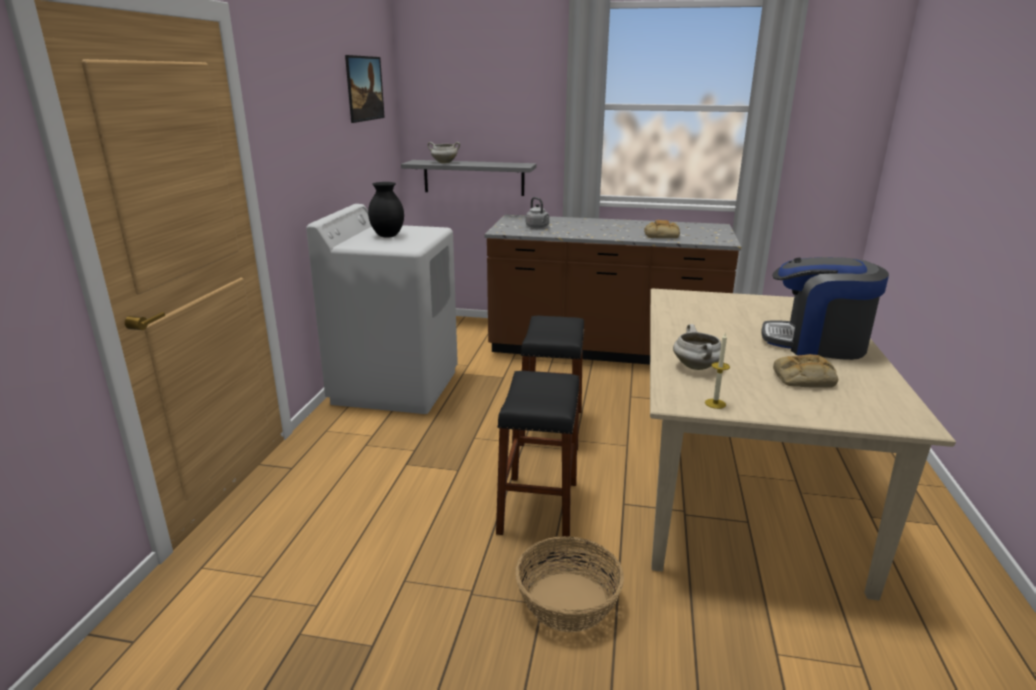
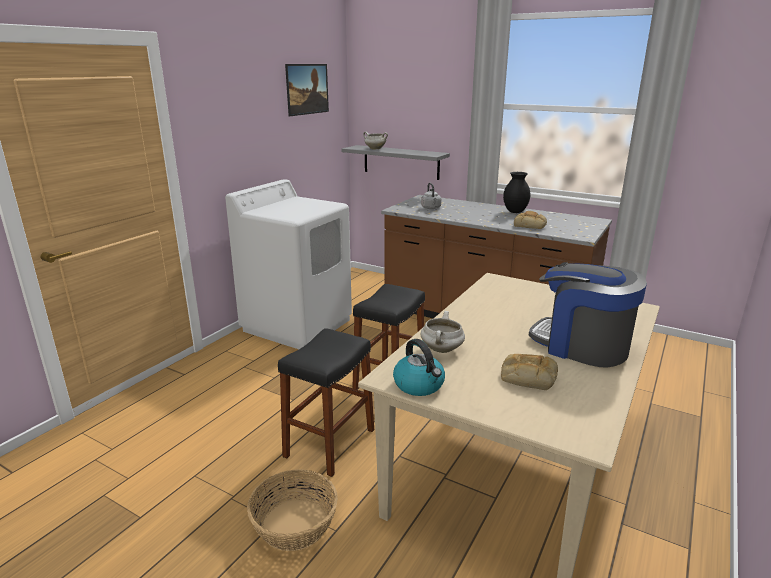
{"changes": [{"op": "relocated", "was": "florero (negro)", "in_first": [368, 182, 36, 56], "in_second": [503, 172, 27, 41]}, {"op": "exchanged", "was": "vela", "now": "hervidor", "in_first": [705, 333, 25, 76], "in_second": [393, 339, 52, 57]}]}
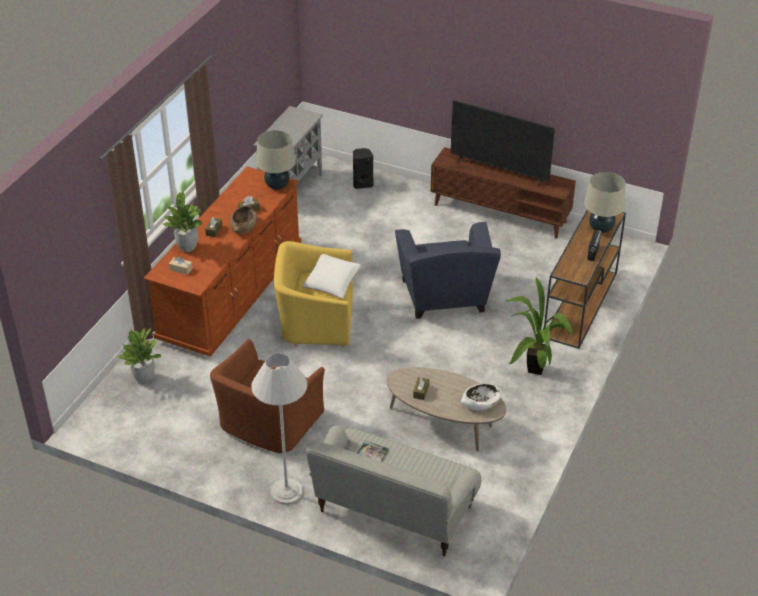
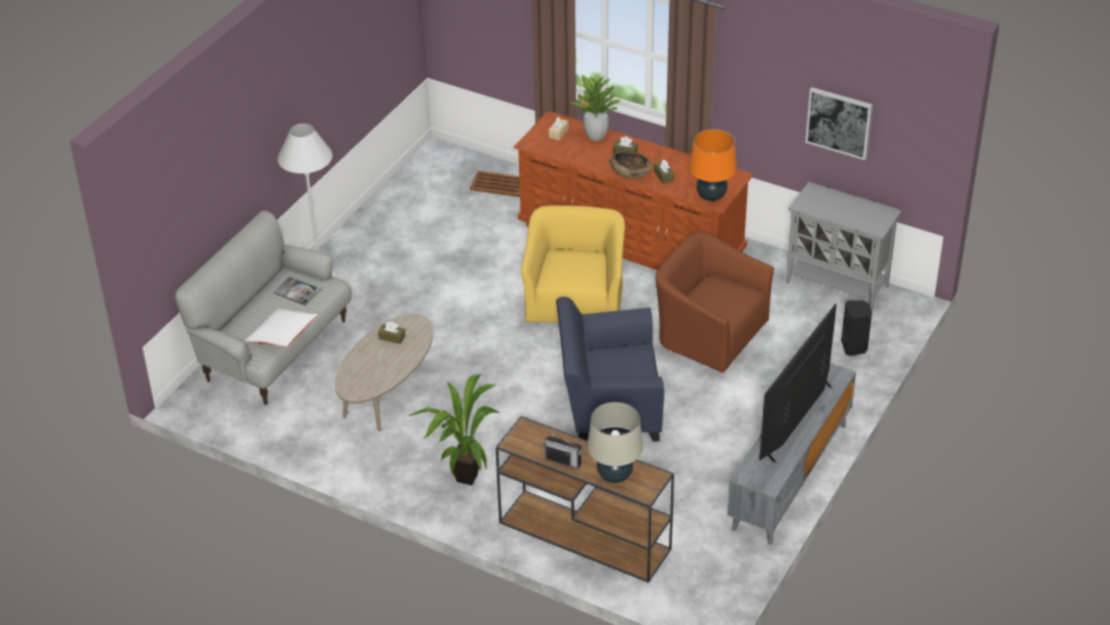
{"changes": [{"op": "missing", "was": "cuenco (blanco)", "in_first": [461, 383, 40, 27]}, {"op": "appeared", "now": "cuadro", "in_second": [805, 87, 68, 73]}, {"op": "relocated", "was": "sillón (marrón)", "in_first": [210, 339, 115, 114], "in_second": [655, 232, 119, 142]}, {"op": "relocated", "was": "cojín (blanco)", "in_first": [302, 254, 59, 45], "in_second": [245, 309, 73, 38]}, {"op": "exchanged", "was": "planta en maceta", "now": "bandeja (marrón)", "in_first": [118, 328, 43, 56], "in_second": [470, 171, 50, 26]}, {"op": "colour", "was": "lámpara de mesa (beis)", "now": "lámpara de mesa (naranja)", "in_first": [256, 130, 39, 60], "in_second": [689, 129, 48, 72]}, {"op": "colour", "was": "mueble de televisión (marrón)", "now": "mueble de televisión (gris)", "in_first": [431, 147, 145, 92], "in_second": [728, 363, 128, 182]}]}
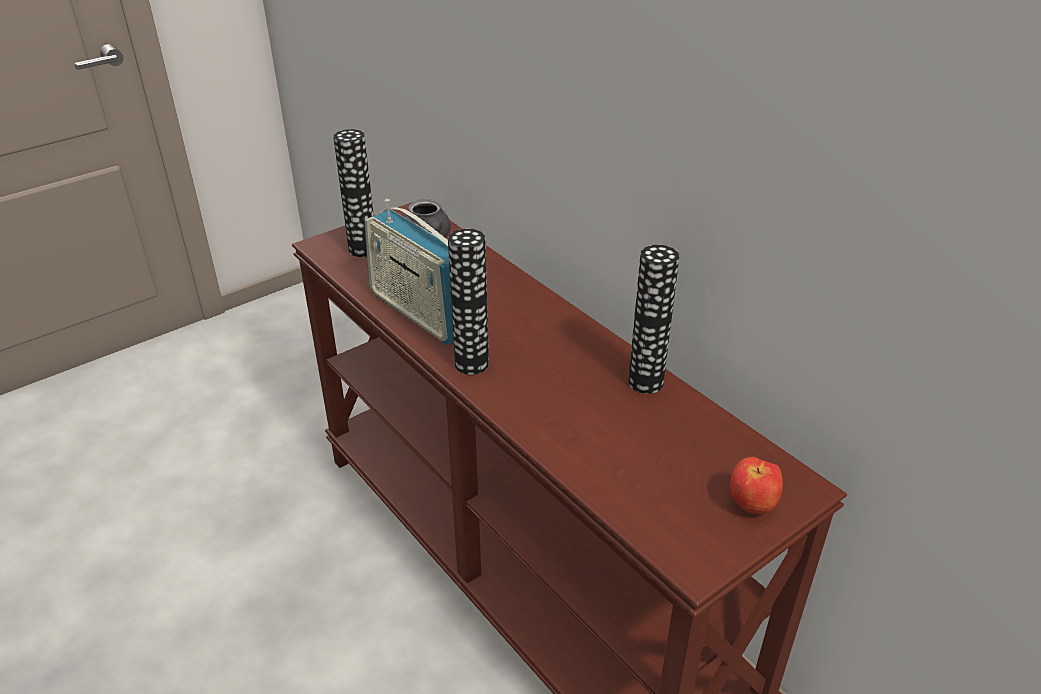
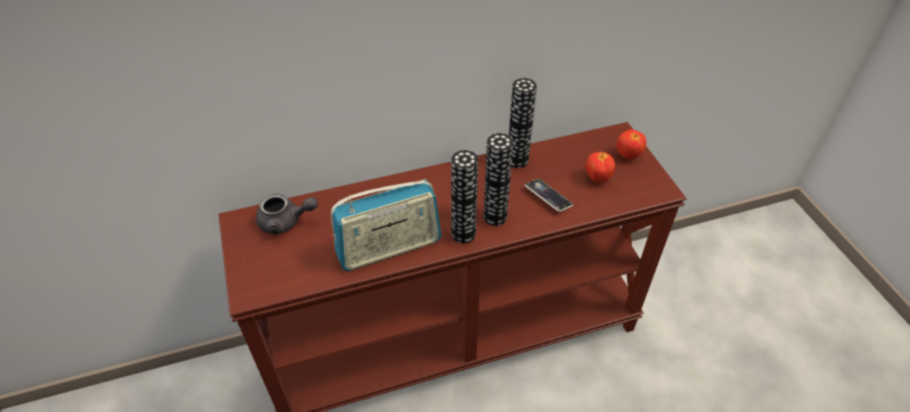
{"changes": [{"op": "appeared", "now": "móvil", "in_second": [525, 179, 48, 33]}, {"op": "appeared", "now": "manzana", "in_second": [586, 152, 29, 31]}, {"op": "relocated", "was": "florero", "in_first": [333, 129, 41, 128], "in_second": [483, 133, 30, 93]}]}
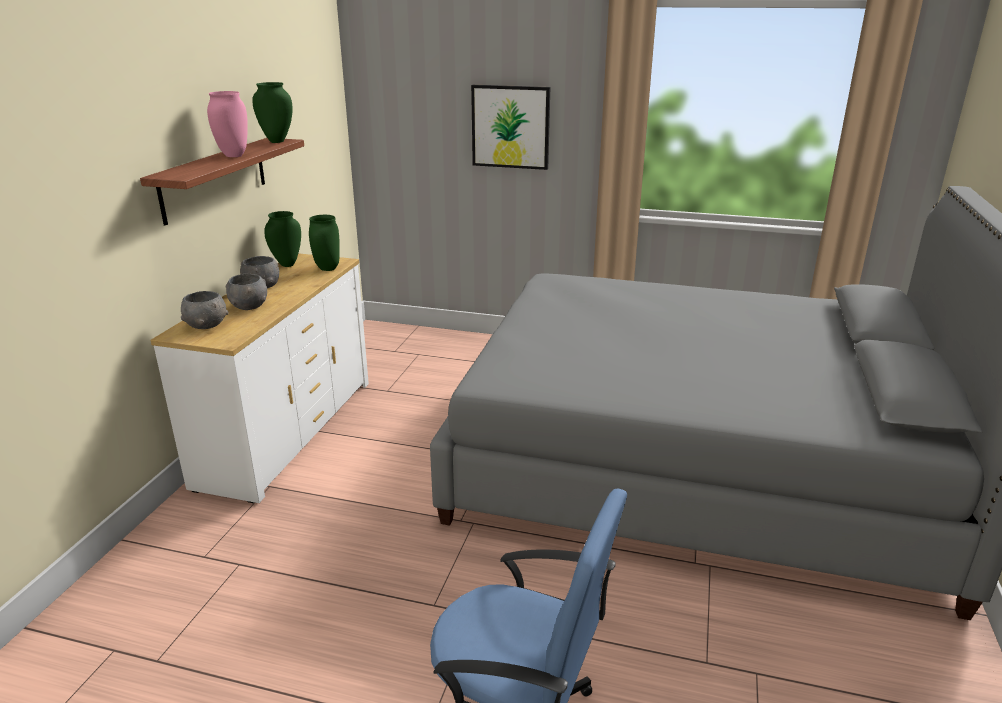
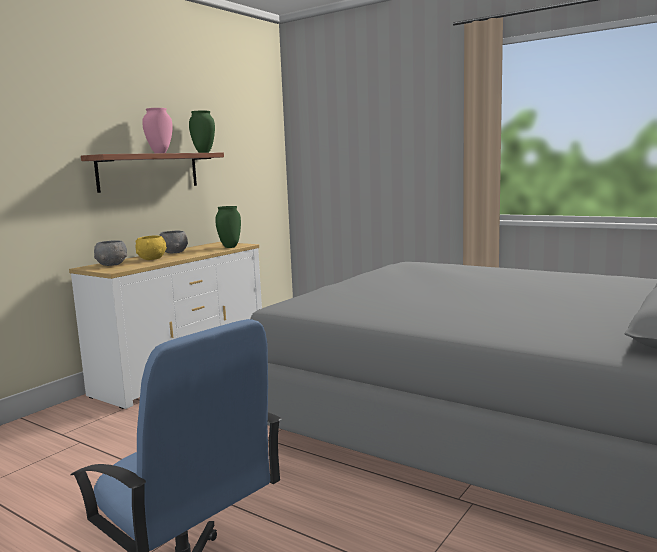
{"changes": [{"op": "missing", "was": "florero (verde)", "in_first": [264, 211, 37, 56]}, {"op": "missing", "was": "cuadro", "in_first": [471, 85, 79, 85]}, {"op": "colour", "was": "cuenco (gris)", "now": "cuenco (amarillo)", "in_first": [226, 273, 41, 37], "in_second": [135, 235, 32, 25]}]}
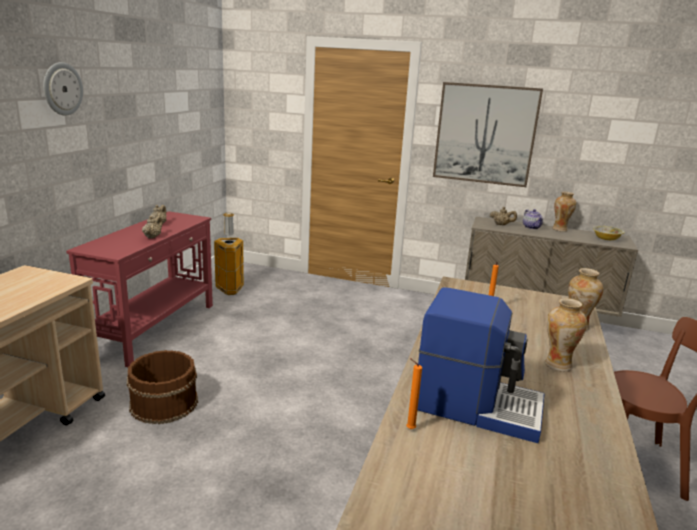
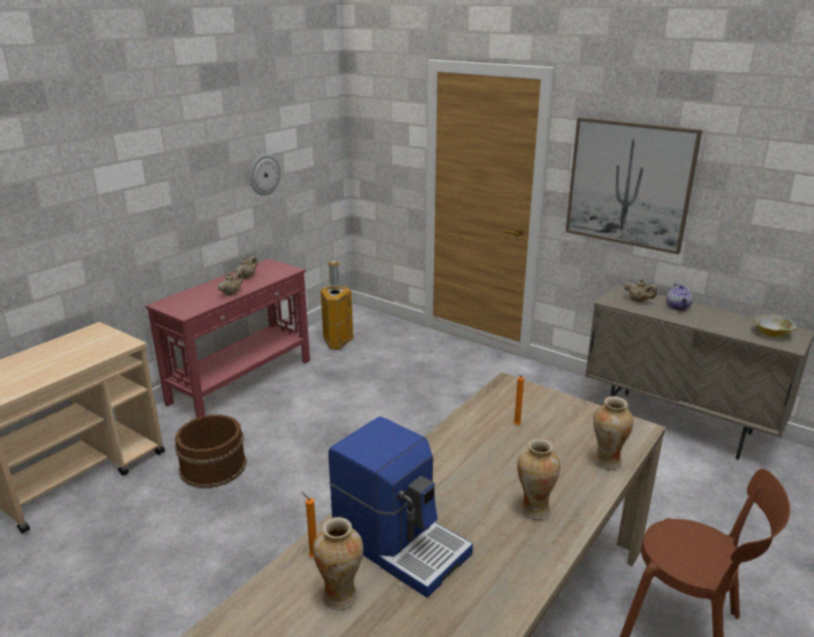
{"changes": [{"op": "relocated", "was": "reloj de pared", "in_first": [43, 62, 40, 53], "in_second": [250, 154, 31, 41]}, {"op": "relocated", "was": "florero", "in_first": [552, 192, 24, 40], "in_second": [313, 517, 50, 93]}]}
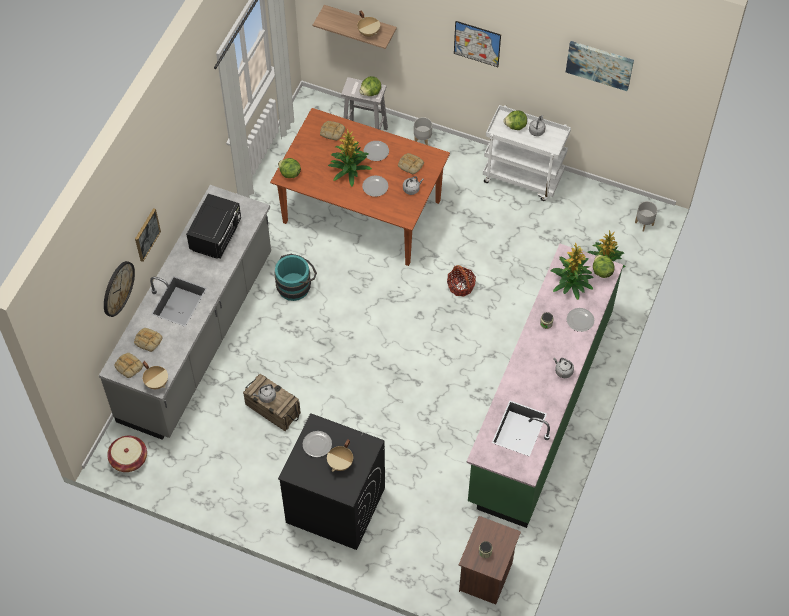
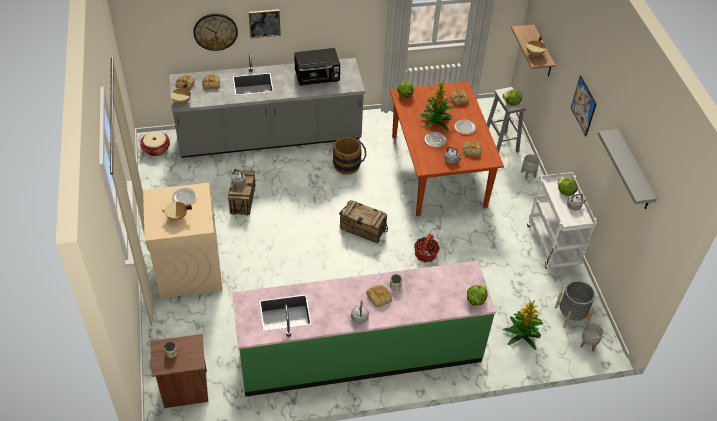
{"changes": [{"op": "missing", "was": "planta en maceta", "in_first": [551, 242, 42, 58]}, {"op": "missing", "was": "plato", "in_first": [567, 308, 27, 24]}, {"op": "appeared", "now": "caja de embalaje", "in_second": [339, 200, 49, 43]}, {"op": "appeared", "now": "pan", "in_second": [366, 285, 26, 22]}, {"op": "appeared", "now": "maceta (gris)", "in_second": [555, 280, 40, 48]}, {"op": "exchanged", "was": "cuadro", "now": "estante (gris)", "in_first": [566, 41, 68, 50], "in_second": [598, 129, 59, 80]}, {"op": "colour", "was": "cubo (turquesa)", "now": "cubo (marrón)", "in_first": [274, 254, 43, 47], "in_second": [333, 137, 33, 38]}, {"op": "colour", "was": "lavadora (negro)", "now": "lavadora (beis)", "in_first": [278, 413, 107, 137], "in_second": [143, 183, 79, 115]}]}
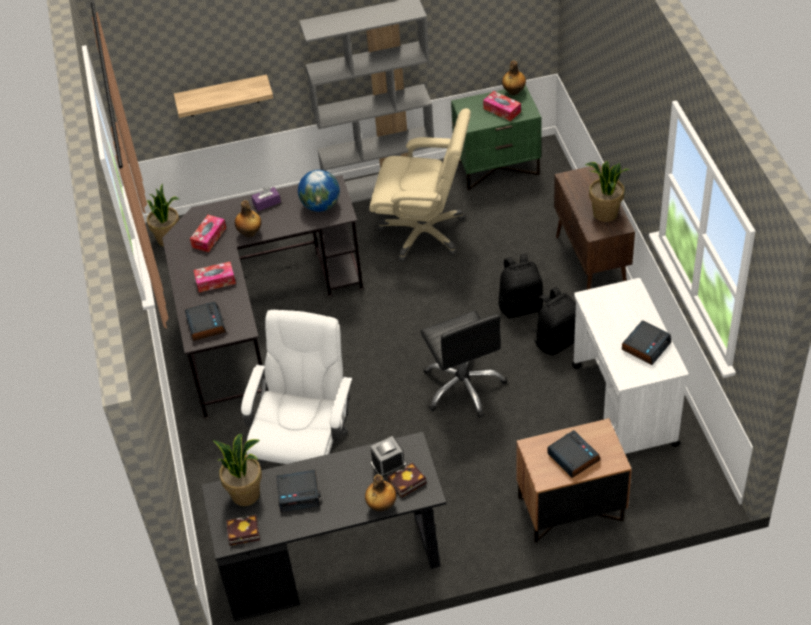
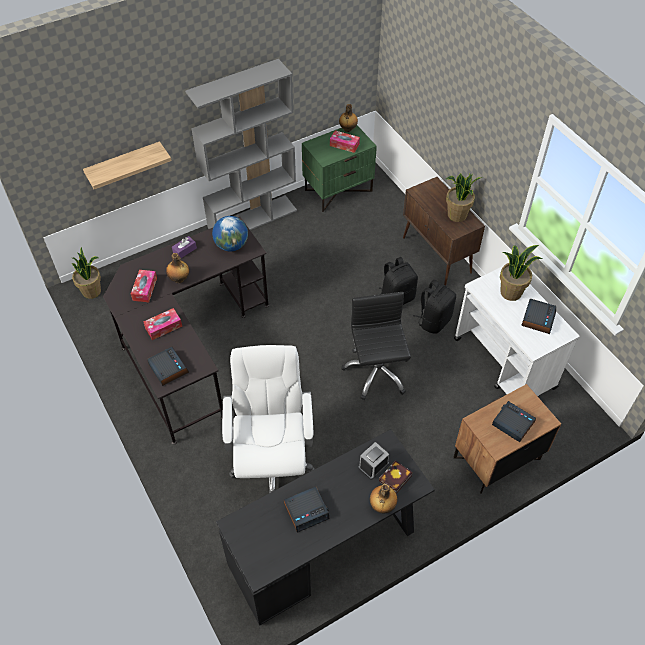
{"changes": [{"op": "missing", "was": "libro", "in_first": [226, 515, 34, 31]}, {"op": "missing", "was": "silla de oficina (beis)", "in_first": [369, 108, 102, 154]}, {"op": "relocated", "was": "planta en maceta", "in_first": [213, 434, 49, 72], "in_second": [500, 245, 42, 56]}, {"op": "spun", "was": "silla de oficina (negro)", "in_first": [420, 311, 87, 107], "in_second": [341, 292, 70, 108], "clockwise": -150}]}
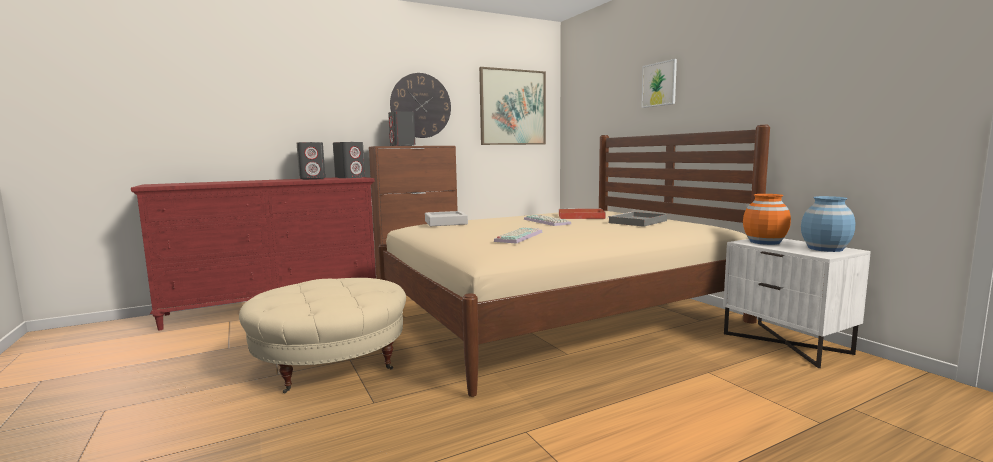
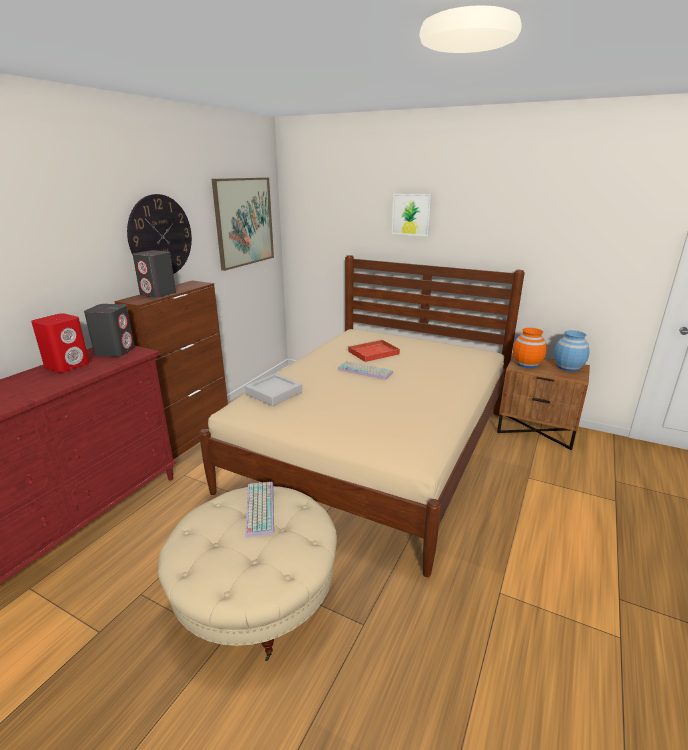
{"changes": [{"op": "missing", "was": "bandeja (gris)", "in_first": [607, 212, 60, 15]}, {"op": "relocated", "was": "teclado", "in_first": [494, 227, 48, 17], "in_second": [245, 482, 29, 55]}, {"op": "colour", "was": "altavoz (gris)", "now": "altavoz (rojo)", "in_first": [297, 142, 28, 38], "in_second": [31, 313, 59, 60]}, {"op": "colour", "was": "mesita de noche (blanco)", "now": "mesita de noche (marrón)", "in_first": [723, 239, 148, 129], "in_second": [497, 356, 93, 94]}]}
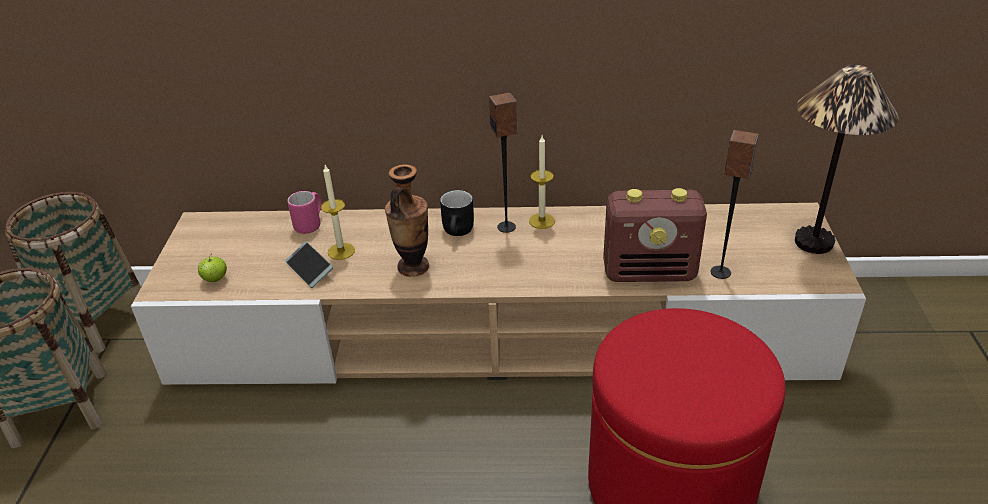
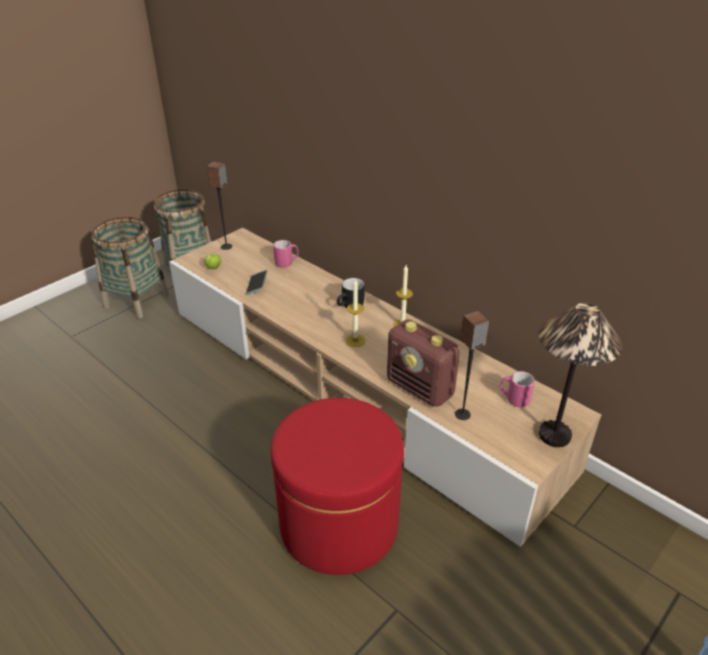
{"changes": [{"op": "missing", "was": "florero", "in_first": [385, 164, 44, 113]}, {"op": "appeared", "now": "taza grande (rosa)", "in_second": [500, 371, 35, 36]}, {"op": "relocated", "was": "vela", "in_first": [321, 165, 34, 95], "in_second": [346, 279, 19, 68]}, {"op": "relocated", "was": "altavoz", "in_first": [489, 93, 29, 140], "in_second": [207, 162, 25, 88]}]}
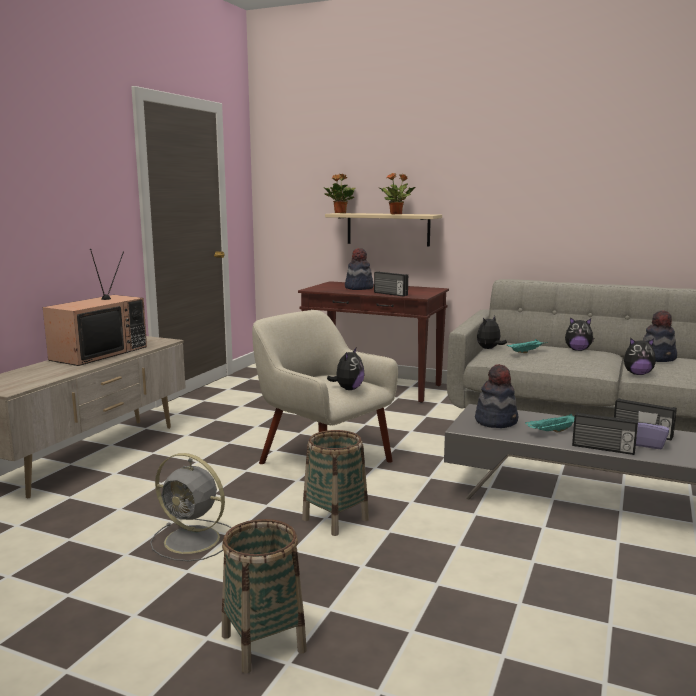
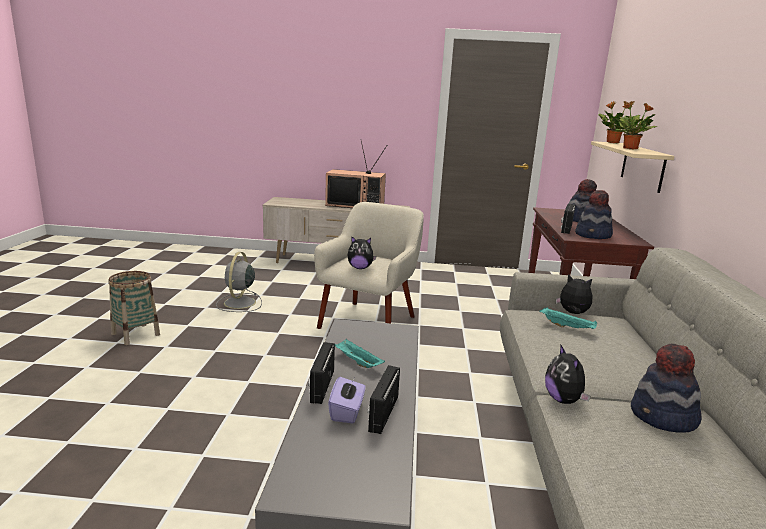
{"changes": [{"op": "missing", "was": "cesta", "in_first": [302, 430, 67, 106]}, {"op": "missing", "was": "peluche", "in_first": [565, 317, 29, 34]}, {"op": "relocated", "was": "sombrero", "in_first": [475, 364, 43, 64], "in_second": [575, 190, 38, 49]}]}
